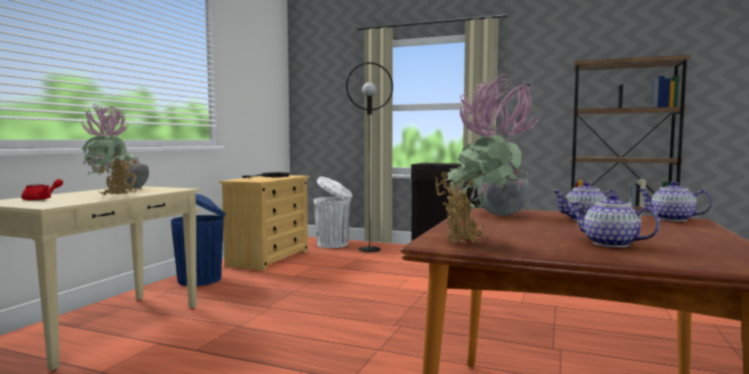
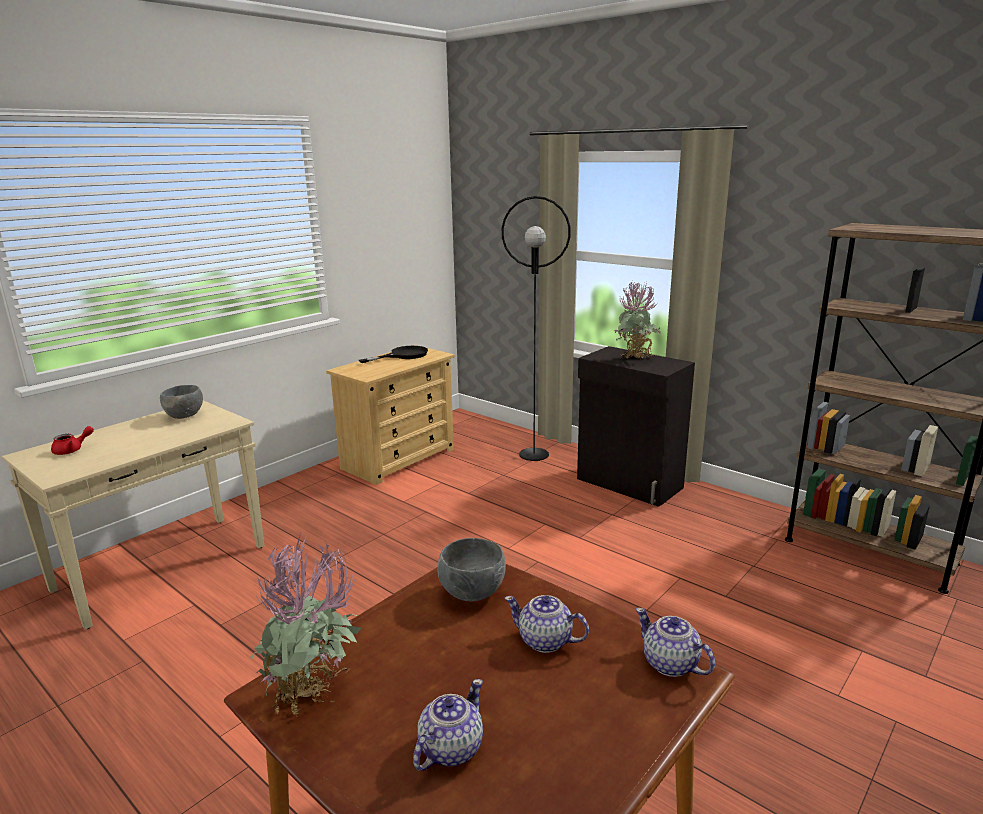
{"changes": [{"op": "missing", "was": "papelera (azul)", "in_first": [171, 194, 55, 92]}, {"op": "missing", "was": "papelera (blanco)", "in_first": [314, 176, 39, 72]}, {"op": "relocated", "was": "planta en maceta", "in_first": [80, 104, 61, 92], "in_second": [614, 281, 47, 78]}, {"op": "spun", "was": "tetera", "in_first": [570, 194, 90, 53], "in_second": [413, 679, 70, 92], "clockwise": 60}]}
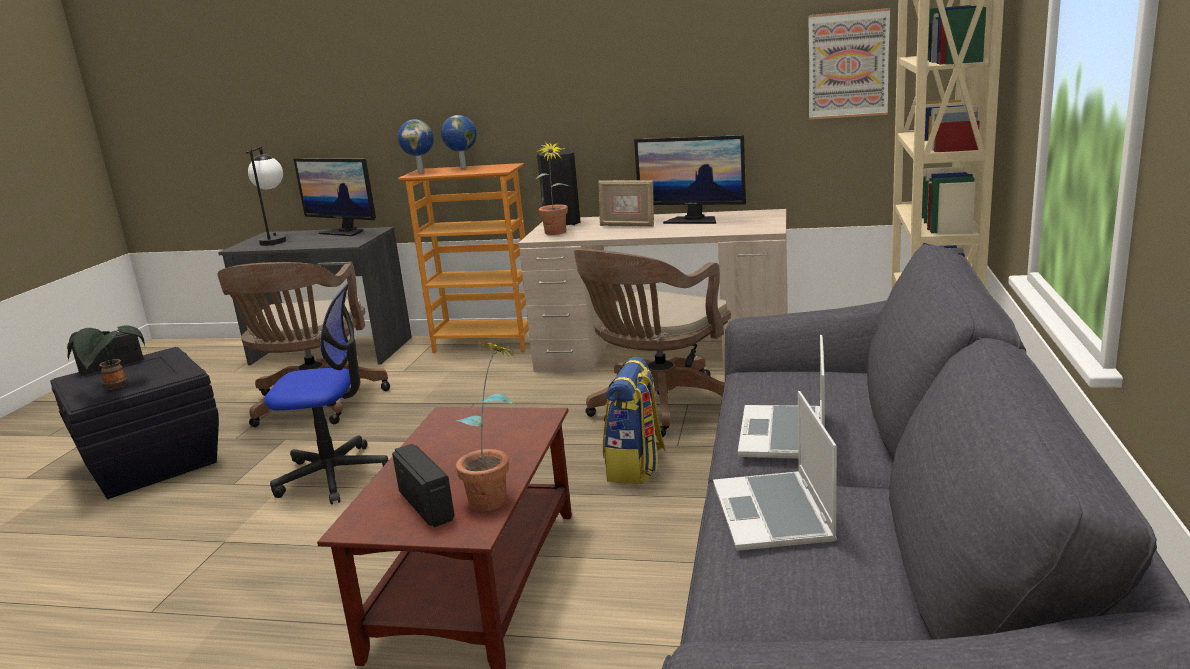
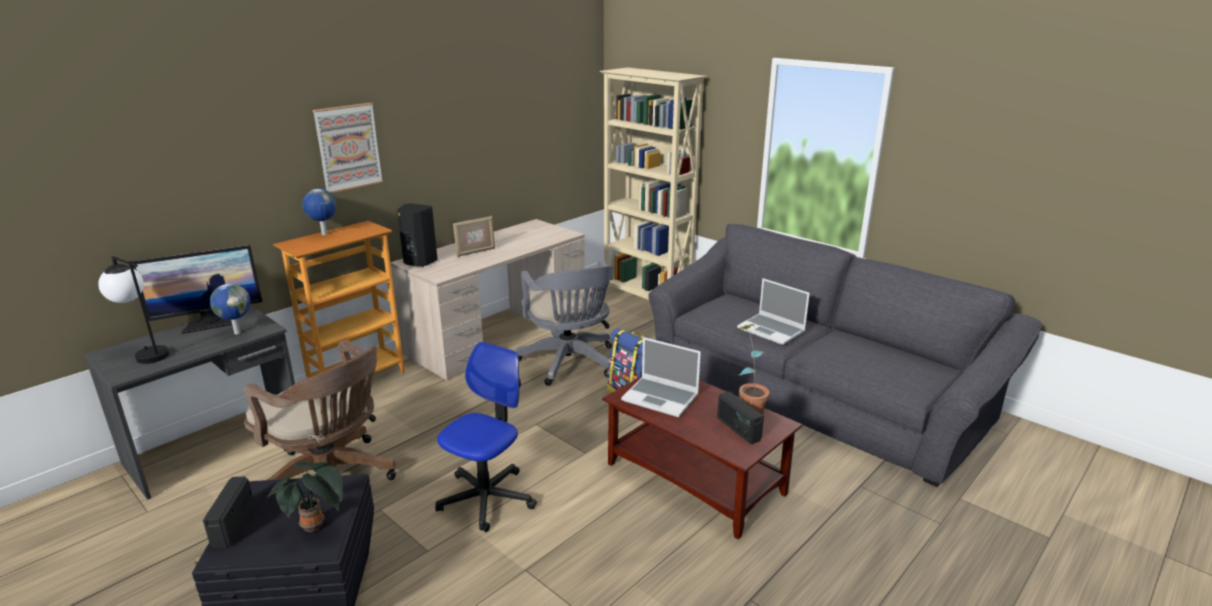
{"changes": [{"op": "missing", "was": "planta en maceta", "in_first": [536, 142, 33, 93]}, {"op": "missing", "was": "monitor", "in_first": [634, 135, 112, 89]}, {"op": "relocated", "was": "globo terráqueo", "in_first": [398, 119, 36, 54], "in_second": [210, 284, 41, 50]}, {"op": "relocated", "was": "portátil", "in_first": [713, 391, 124, 160], "in_second": [621, 337, 80, 80]}, {"op": "relocated", "was": "cuadro", "in_first": [809, 8, 81, 111], "in_second": [313, 103, 70, 90]}, {"op": "colour", "was": "silla de oficina (marrón)", "now": "silla de oficina (gris)", "in_first": [574, 249, 157, 188], "in_second": [516, 260, 98, 126]}, {"op": "spun", "was": "radio", "in_first": [392, 444, 63, 83], "in_second": [717, 391, 47, 53], "clockwise": -120}]}
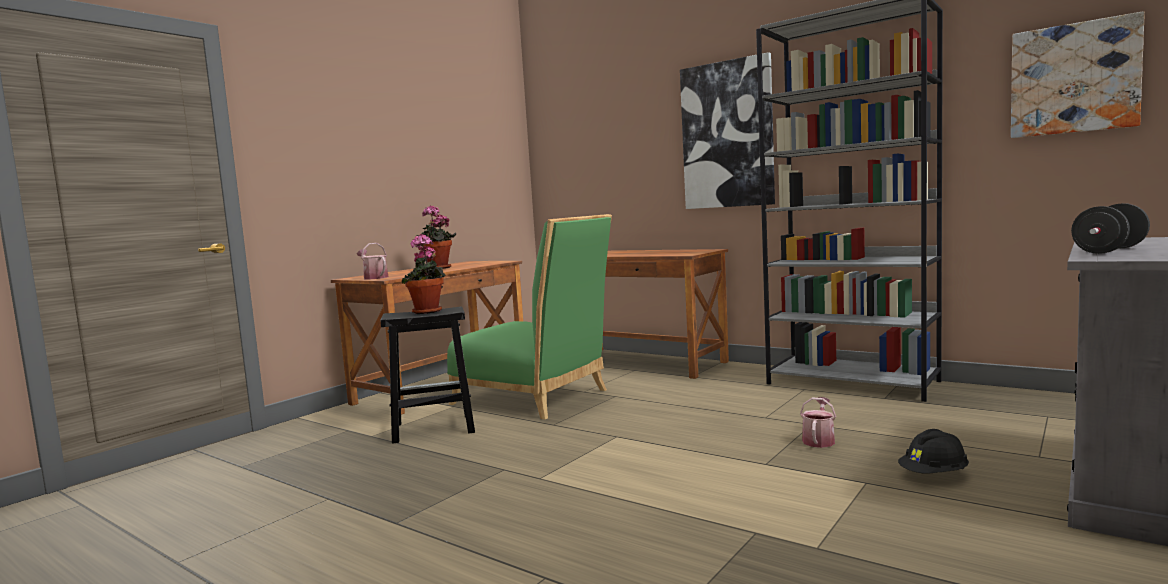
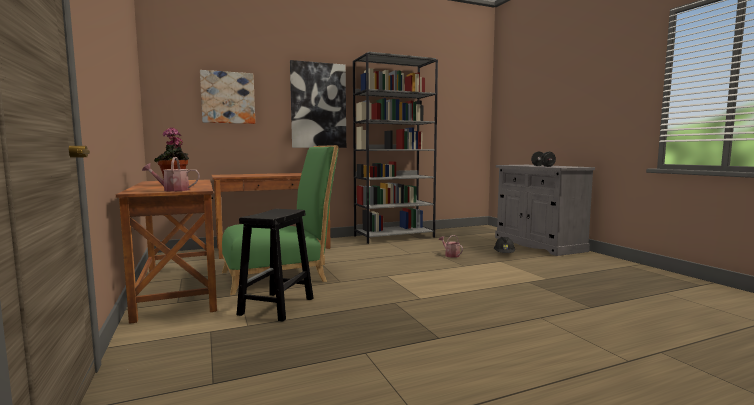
{"changes": [{"op": "missing", "was": "planta en maceta", "in_first": [402, 234, 44, 80]}, {"op": "relocated", "was": "cuadro", "in_first": [1011, 11, 134, 127], "in_second": [200, 70, 55, 54]}]}
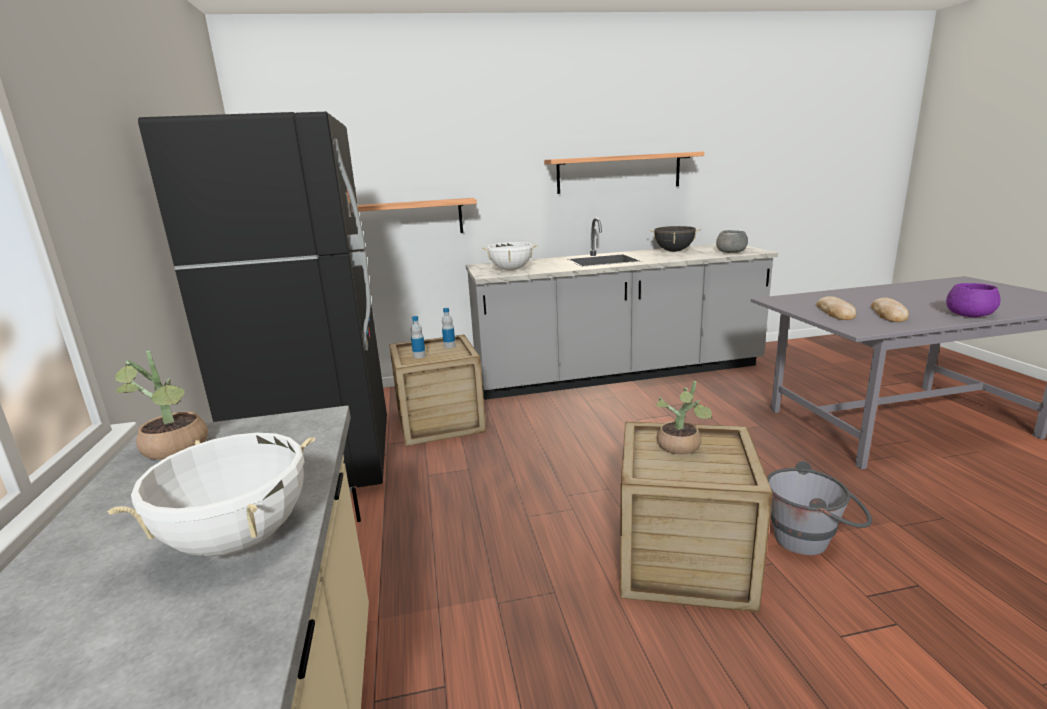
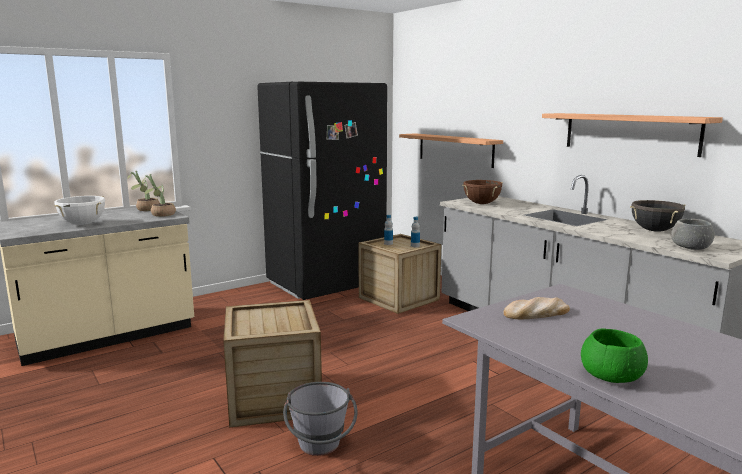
{"changes": [{"op": "missing", "was": "pan", "in_first": [871, 297, 38, 25]}, {"op": "relocated", "was": "planta en maceta", "in_first": [657, 381, 56, 74], "in_second": [142, 174, 34, 43]}, {"op": "colour", "was": "olla (blanco)", "now": "olla (marrón)", "in_first": [482, 242, 56, 29], "in_second": [462, 180, 41, 24]}, {"op": "colour", "was": "cuenco (morado)", "now": "cuenco (verde)", "in_first": [946, 283, 55, 34], "in_second": [581, 328, 67, 55]}]}
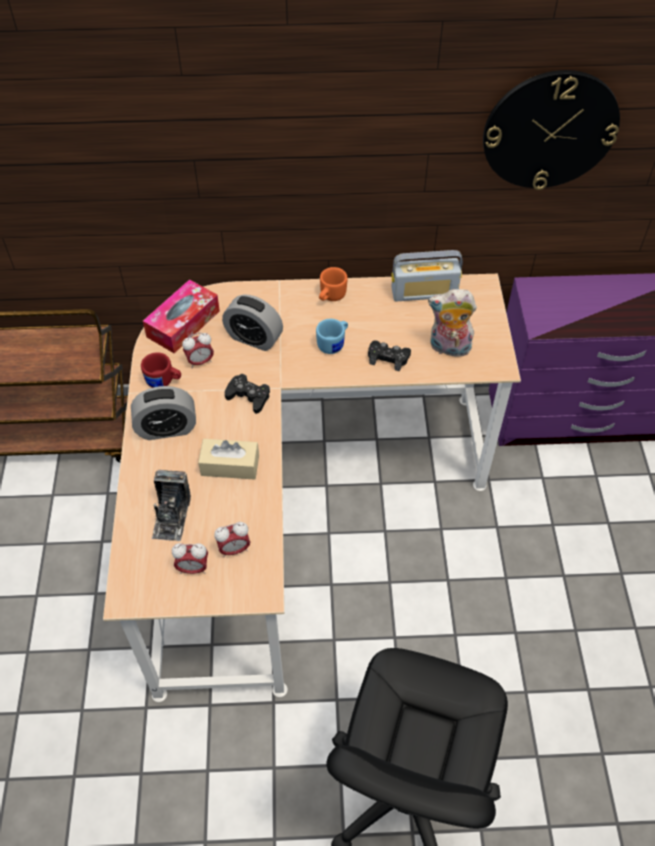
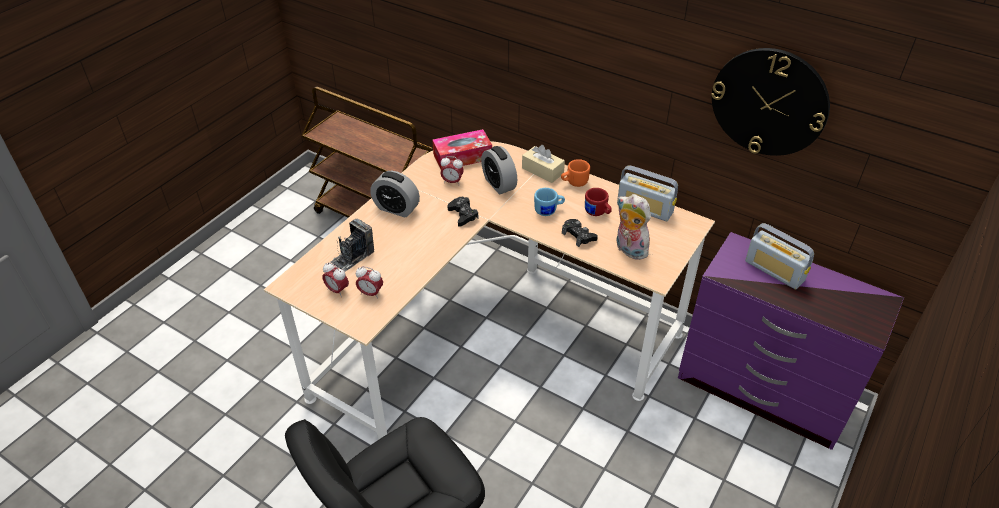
{"changes": [{"op": "appeared", "now": "radio", "in_second": [745, 223, 69, 66]}, {"op": "relocated", "was": "taza grande (rojo)", "in_first": [141, 352, 40, 36], "in_second": [585, 188, 27, 28]}, {"op": "relocated", "was": "caja de pañuelos (beis)", "in_first": [198, 439, 61, 41], "in_second": [522, 145, 43, 38]}]}
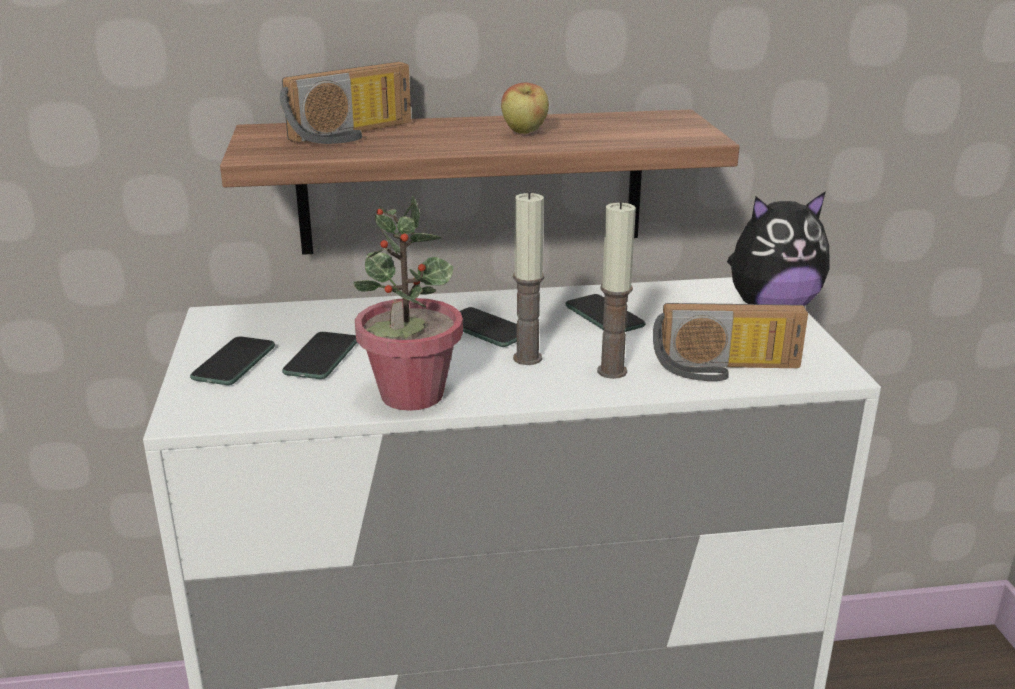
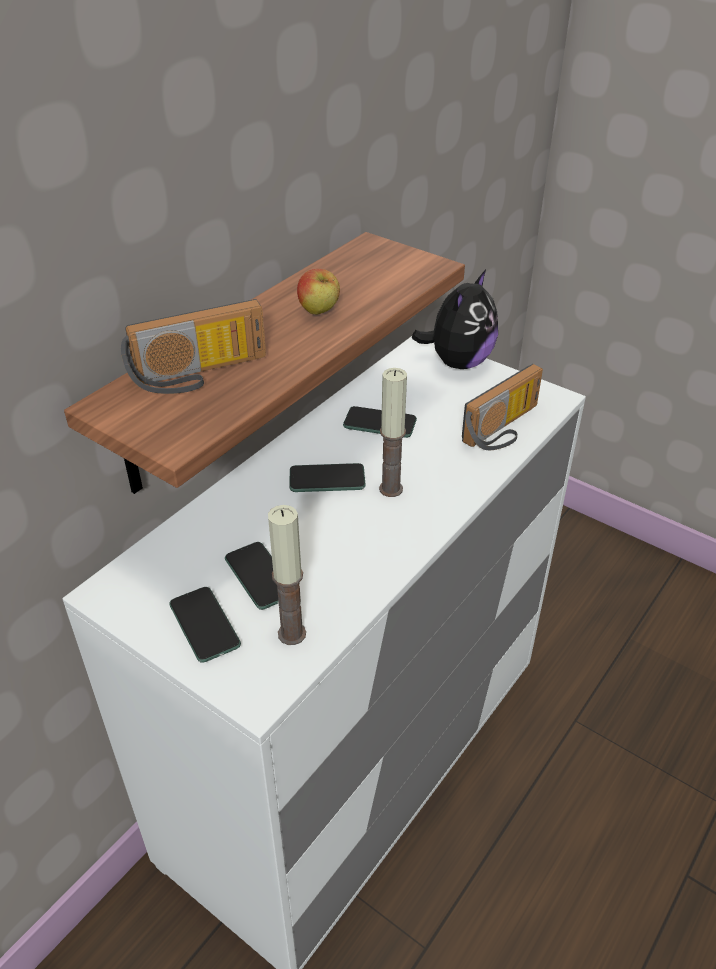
{"changes": [{"op": "missing", "was": "planta en maceta", "in_first": [354, 196, 109, 215]}, {"op": "relocated", "was": "vela", "in_first": [597, 201, 39, 178], "in_second": [268, 505, 38, 140]}, {"op": "spun", "was": "radio", "in_first": [280, 62, 131, 82], "in_second": [121, 299, 145, 95], "clockwise": 60}]}
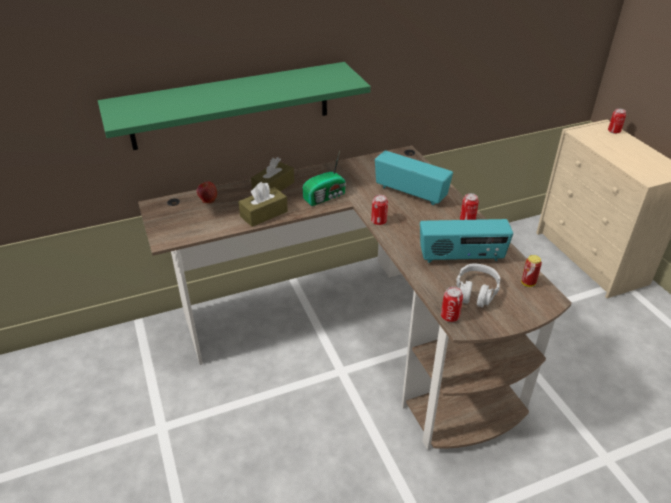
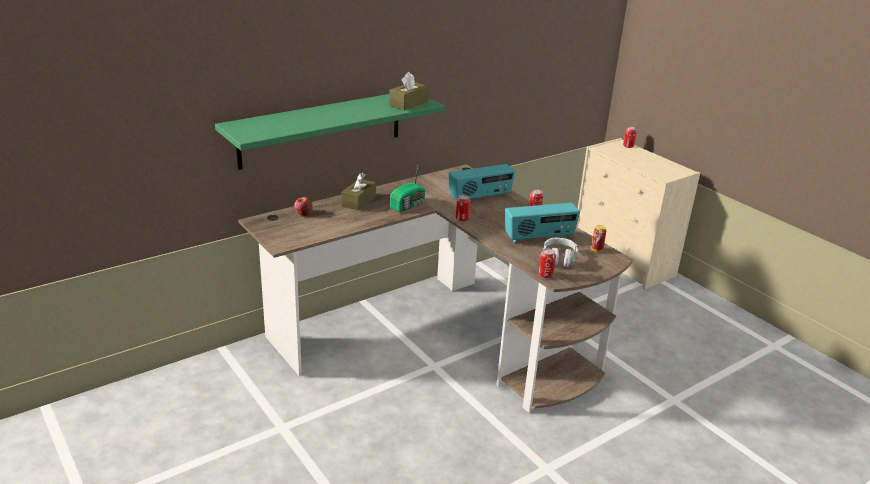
{"changes": [{"op": "relocated", "was": "caja de pañuelos (marrón)", "in_first": [238, 182, 50, 45], "in_second": [389, 72, 40, 38]}, {"op": "spun", "was": "radio", "in_first": [375, 150, 78, 55], "in_second": [449, 164, 66, 36], "clockwise": 135}]}
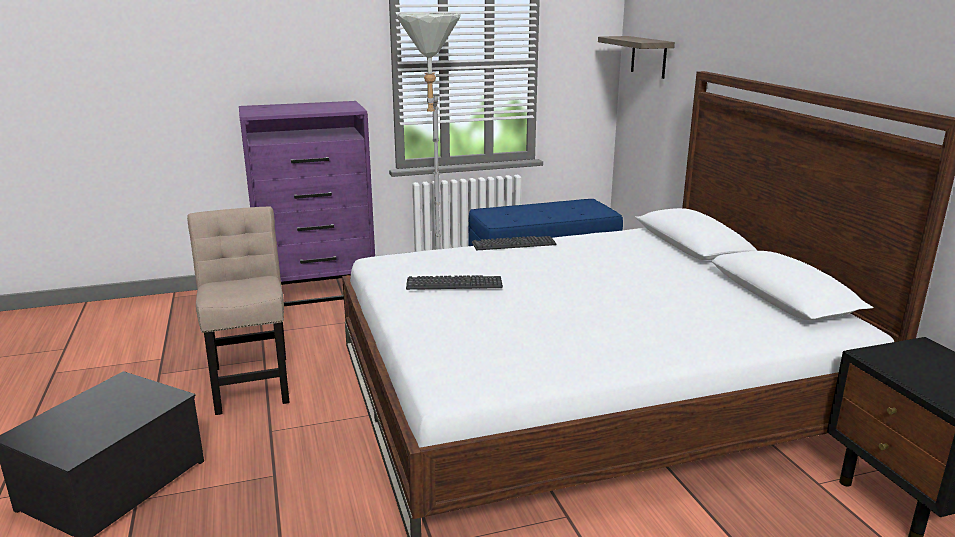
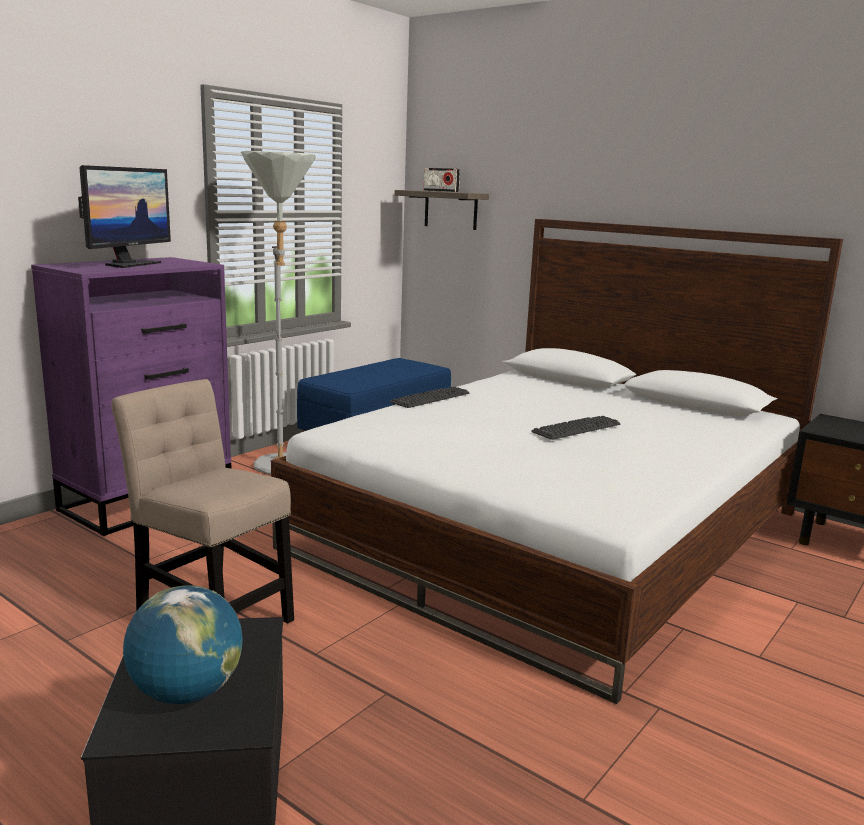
{"changes": [{"op": "appeared", "now": "monitor", "in_second": [78, 165, 93, 103]}, {"op": "appeared", "now": "globo terráqueo", "in_second": [123, 585, 120, 119]}, {"op": "appeared", "now": "radio", "in_second": [424, 168, 36, 24]}, {"op": "relocated", "was": "teclado", "in_first": [406, 275, 97, 15], "in_second": [531, 416, 89, 24]}]}
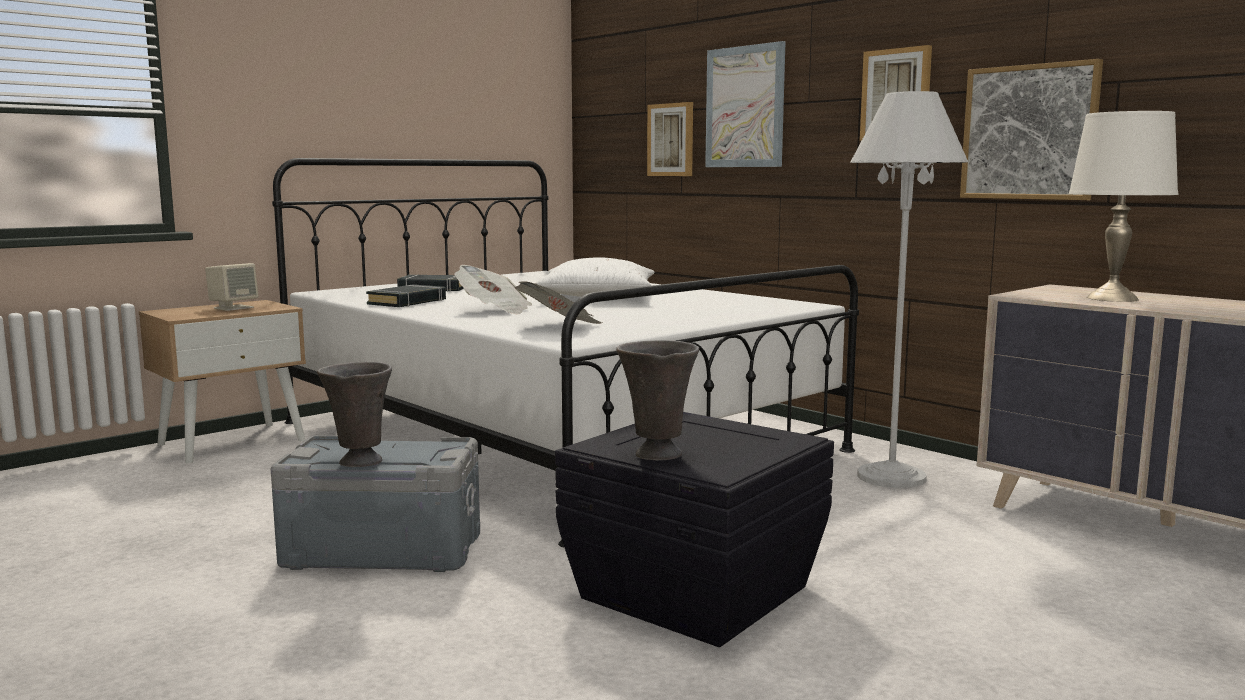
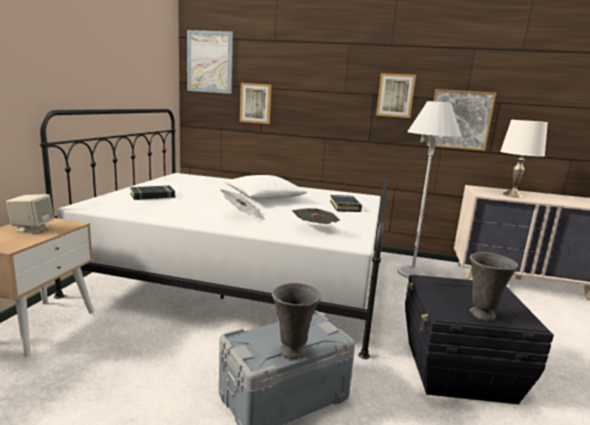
{"changes": [{"op": "relocated", "was": "libro (negro)", "in_first": [366, 284, 80, 23], "in_second": [330, 195, 32, 17]}, {"op": "relocated", "was": "cuadro", "in_first": [705, 41, 81, 126], "in_second": [187, 30, 46, 64]}]}
